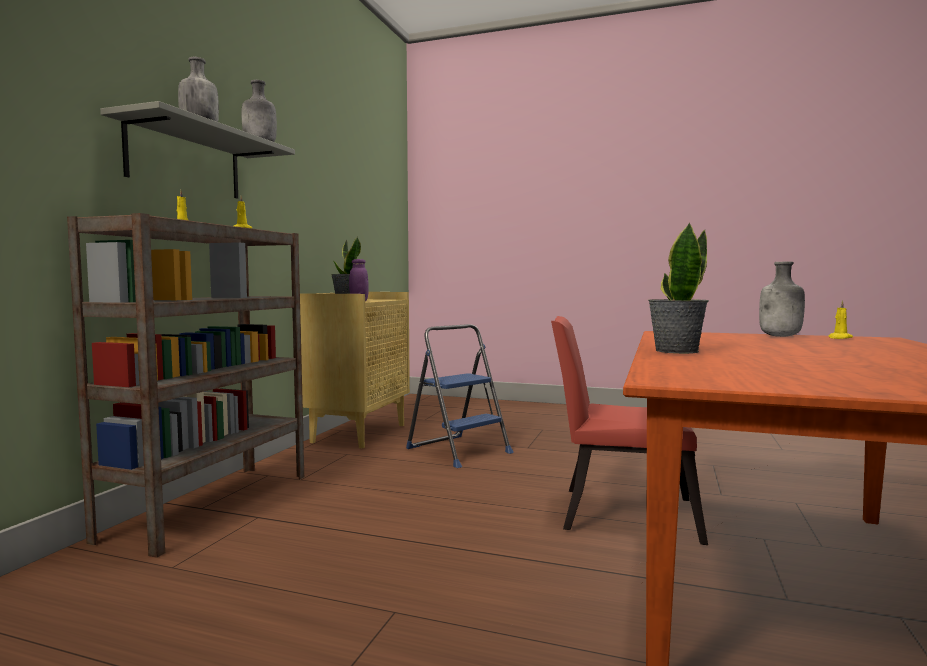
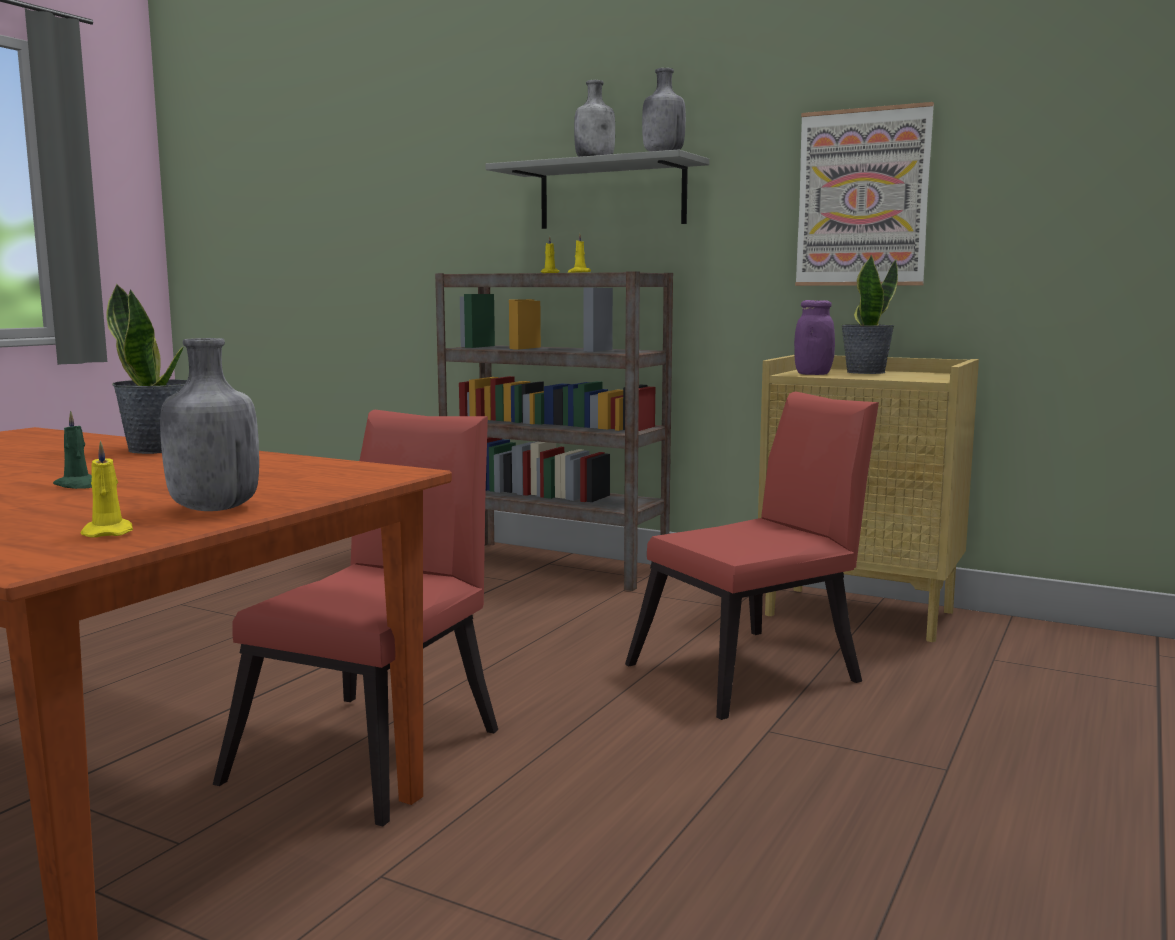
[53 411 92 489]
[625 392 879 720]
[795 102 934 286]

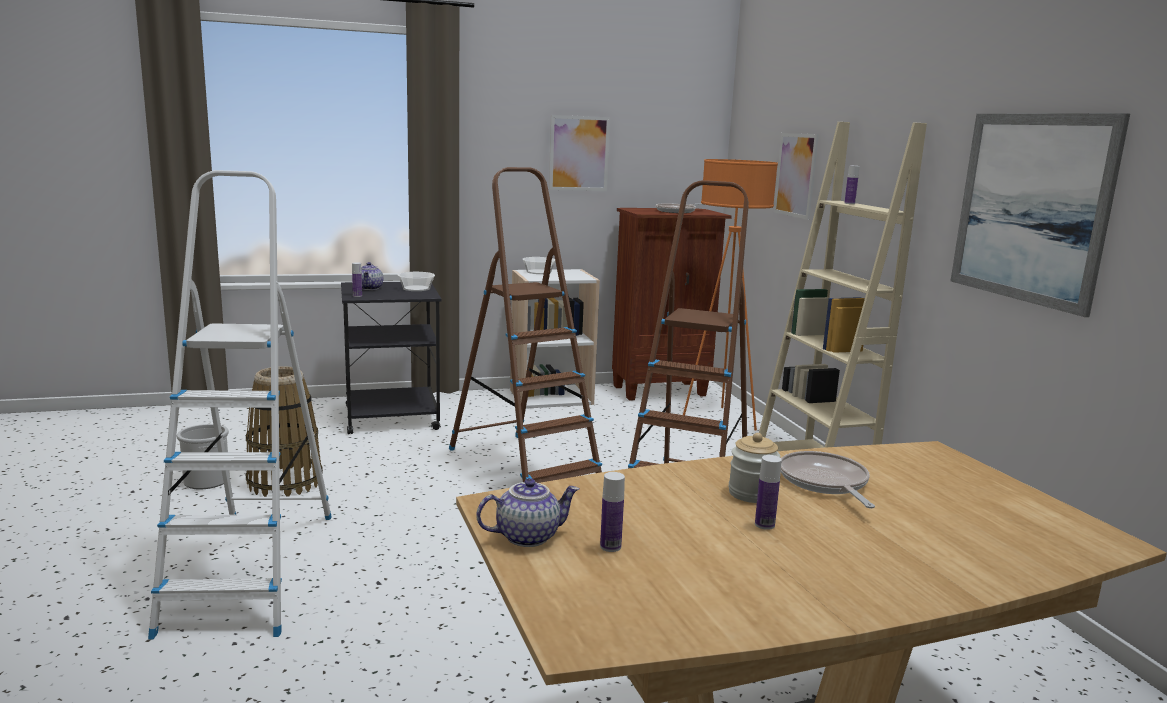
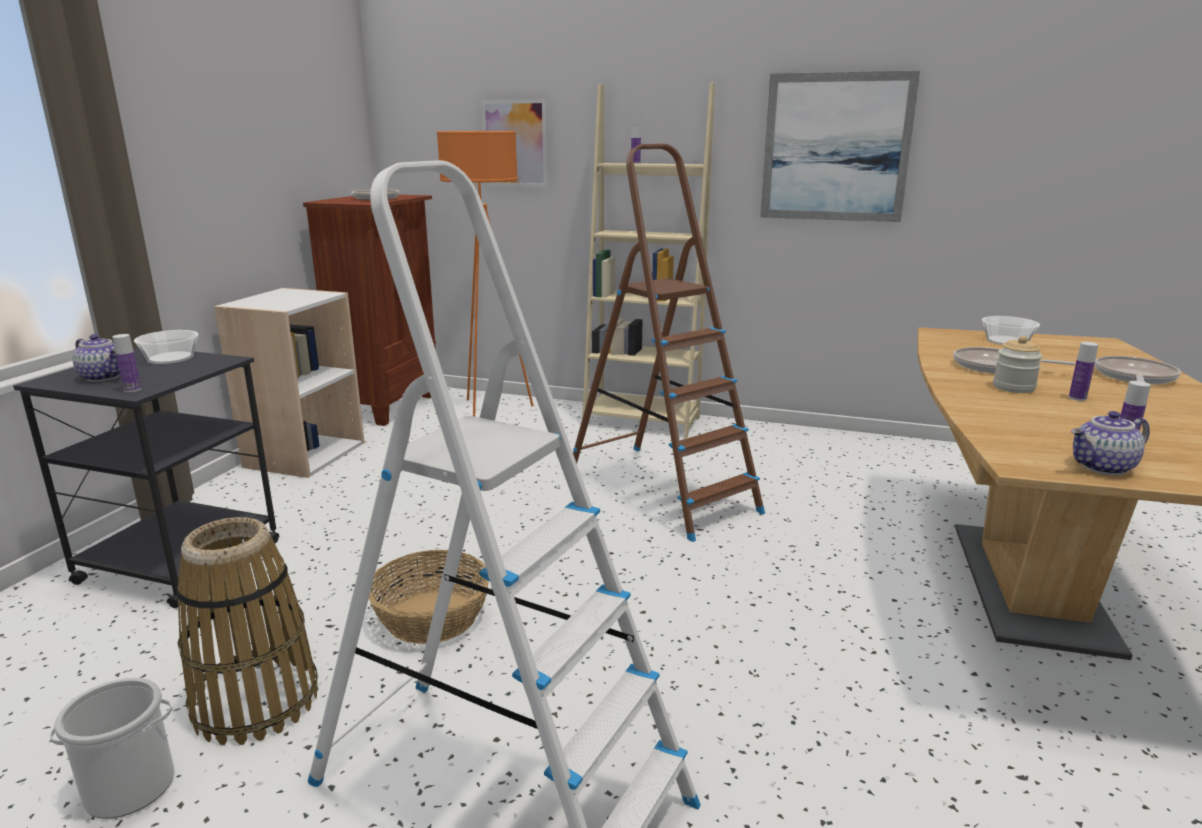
[369 550 489 644]
[982 316 1040 345]
[1071 411 1150 475]
[1095 356 1181 384]
[449 167 602 483] (first image)
[549 115 610 191] (first image)

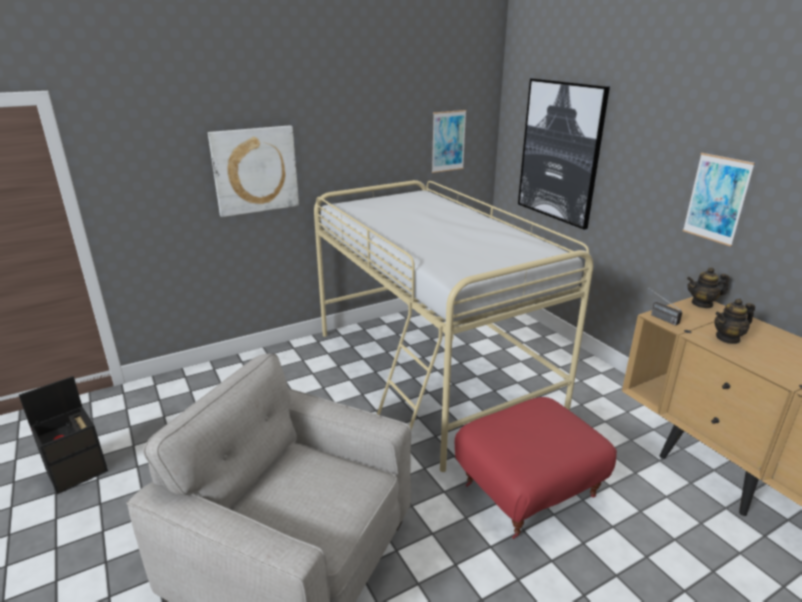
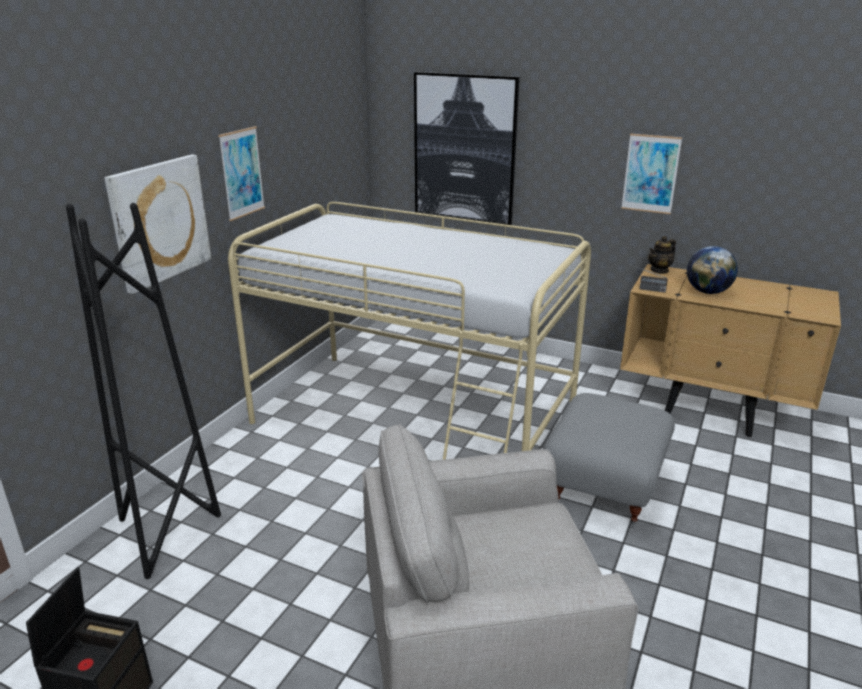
[66 203 221 579]
[218 126 265 221]
[543 393 675 528]
[687 246 738 294]

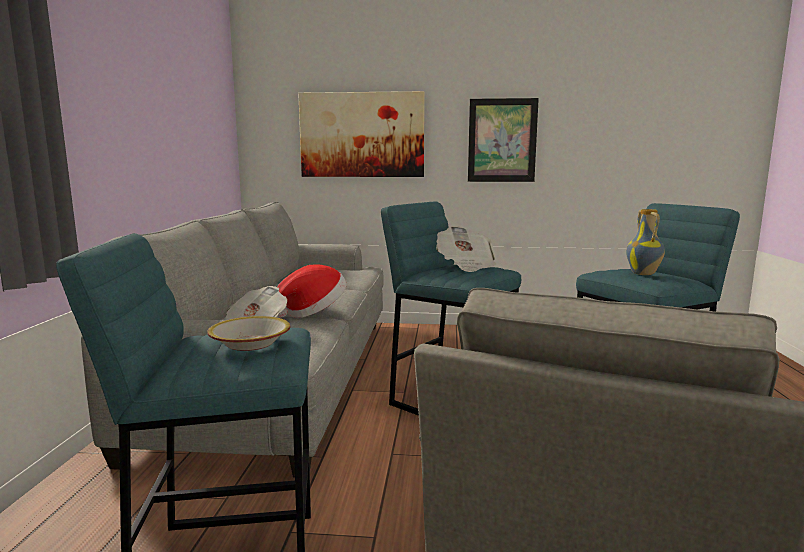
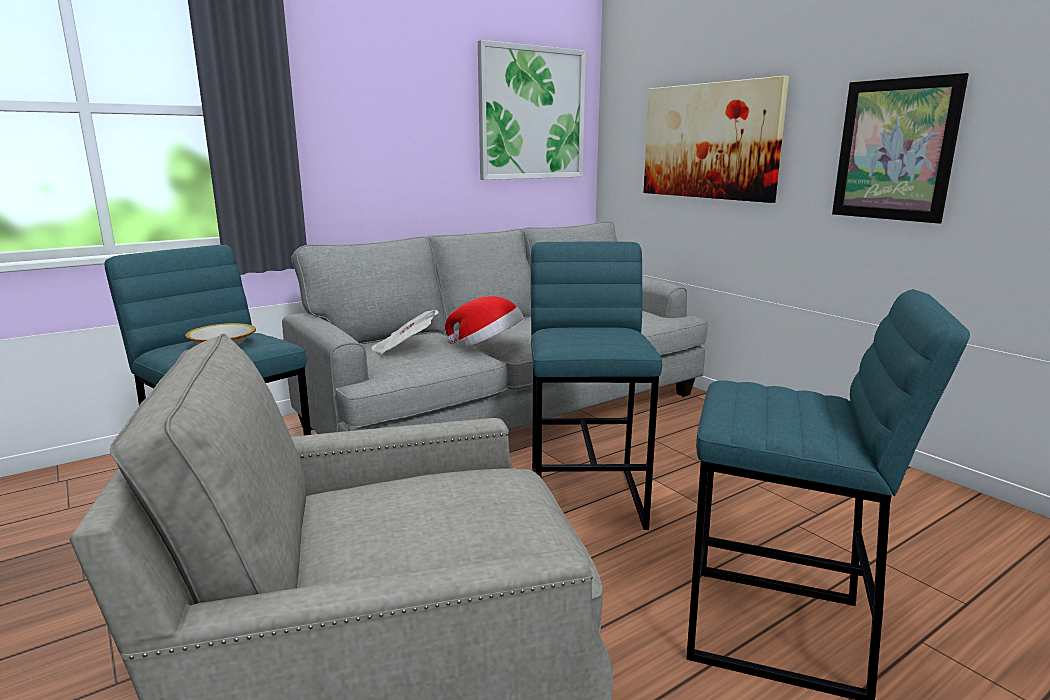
[478 40 586 180]
[436 226 496 272] (first image)
[626 209 665 275] (first image)

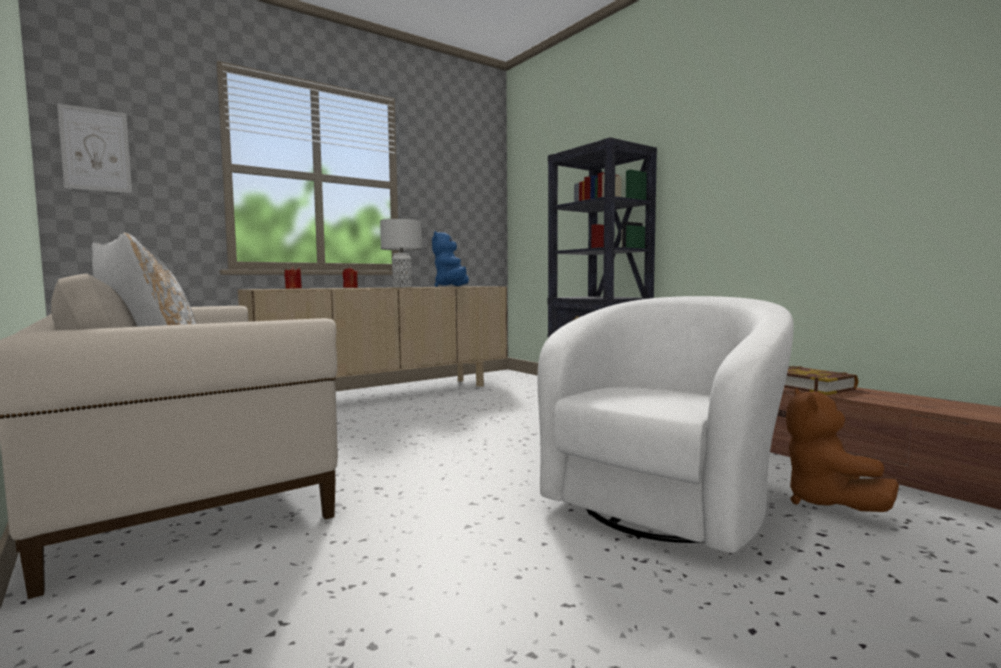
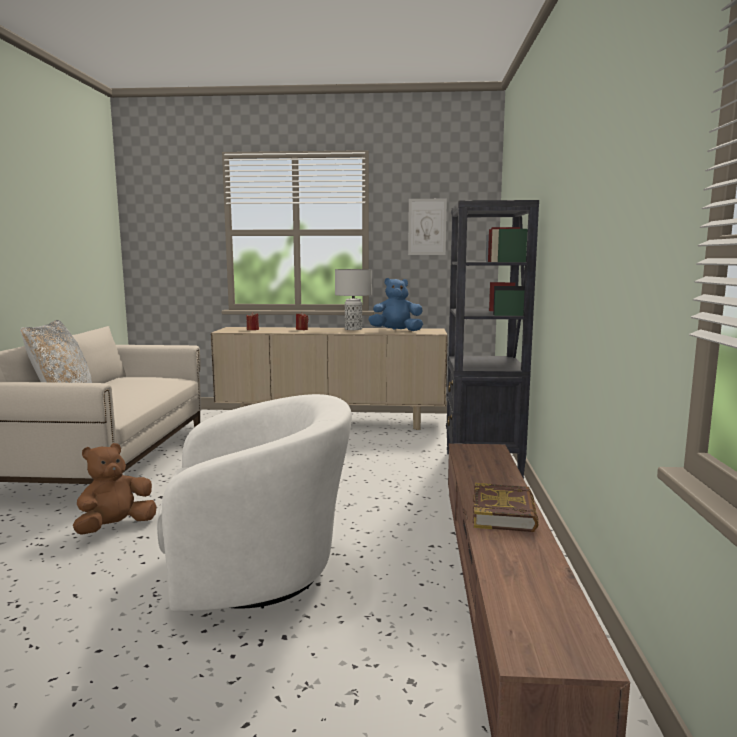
[73 443 157 535]
[368 278 423 331]
[408 199 447 255]

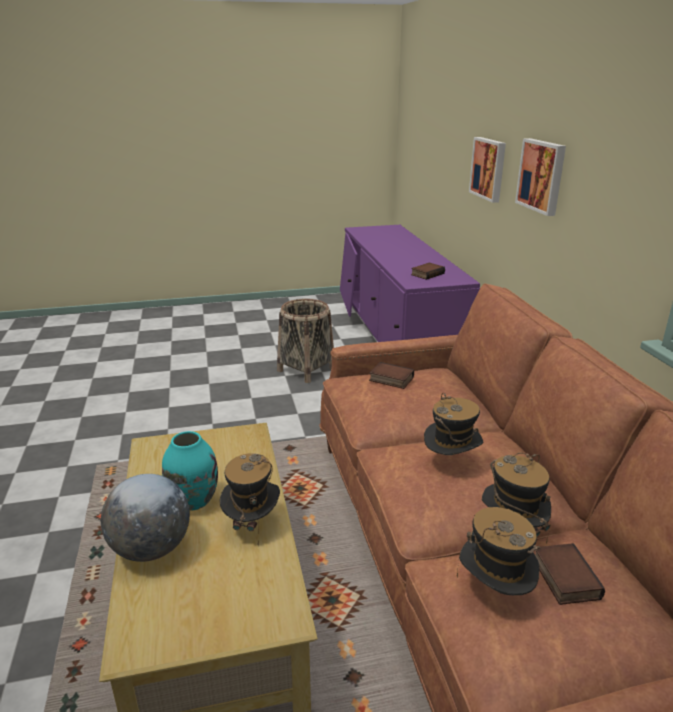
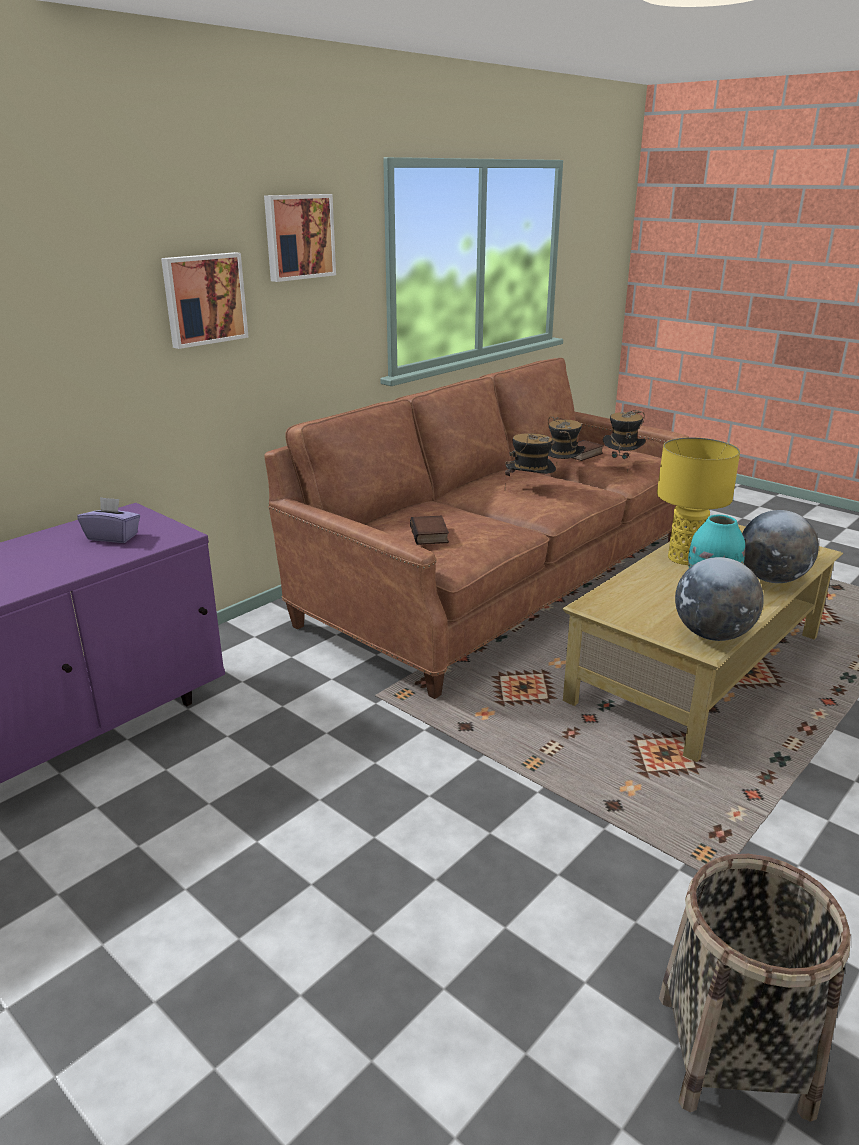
[77 497 140 543]
[264 194 336 282]
[657 437 740 565]
[659 854 851 1122]
[675 557 764 641]

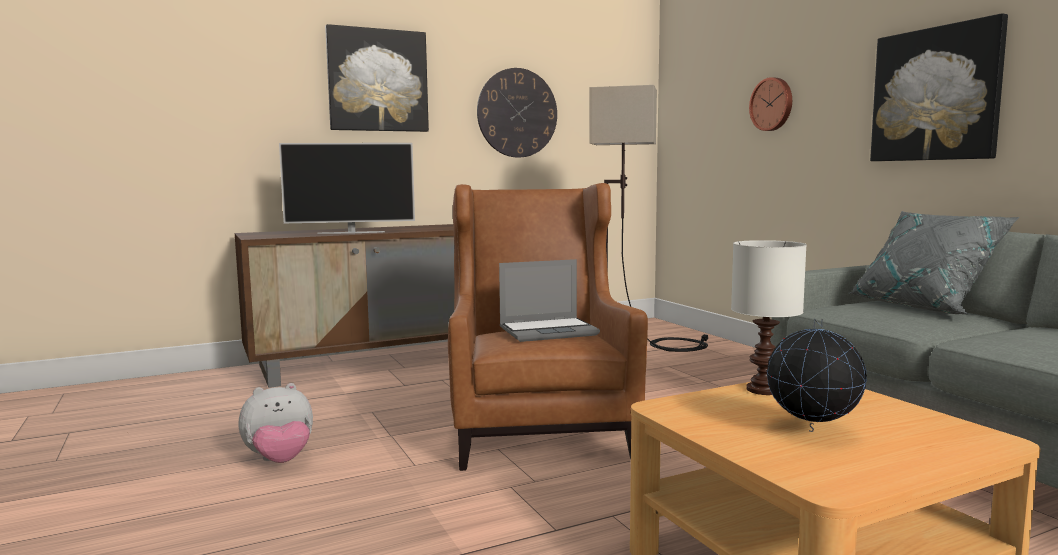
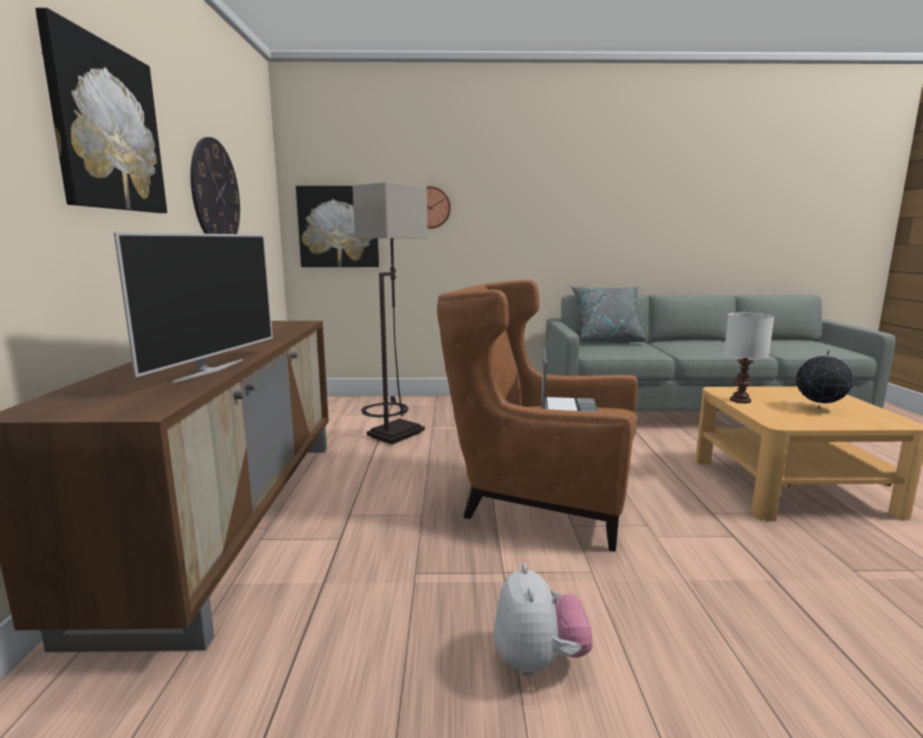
[296 186 379 267]

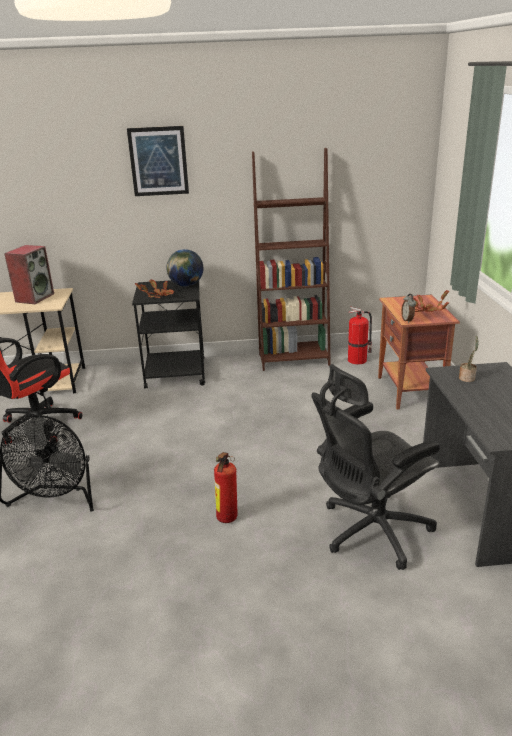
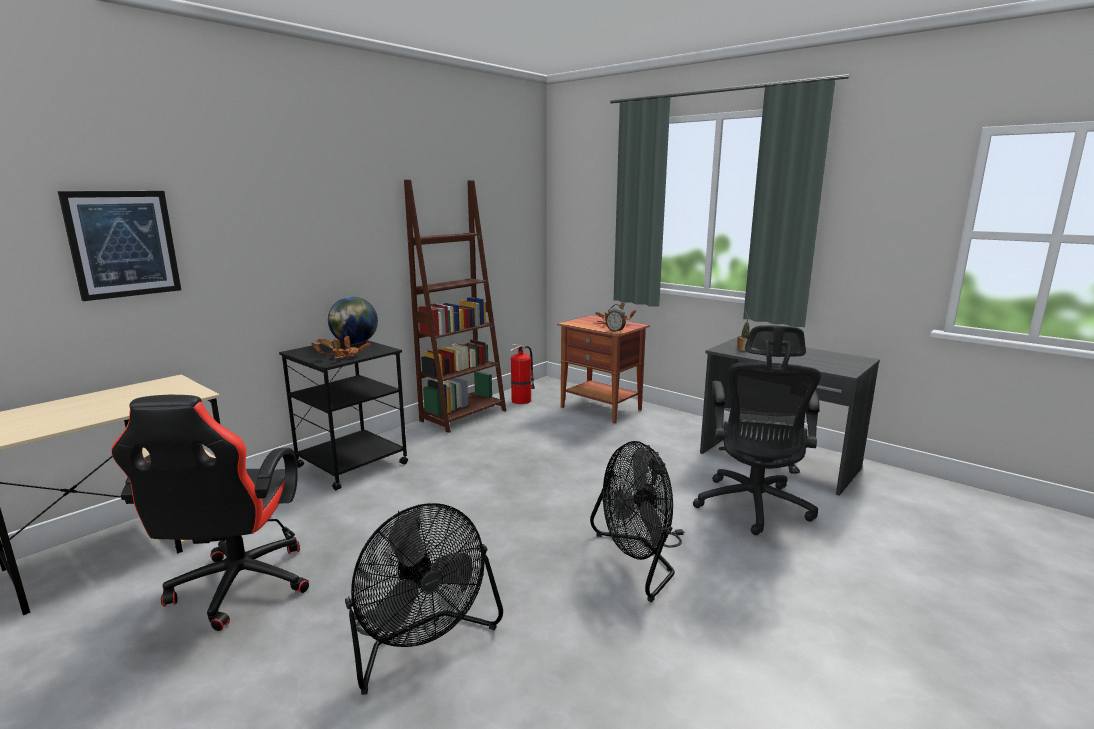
[58 191 181 301]
[590 441 685 602]
[4 245 54 304] (first image)

